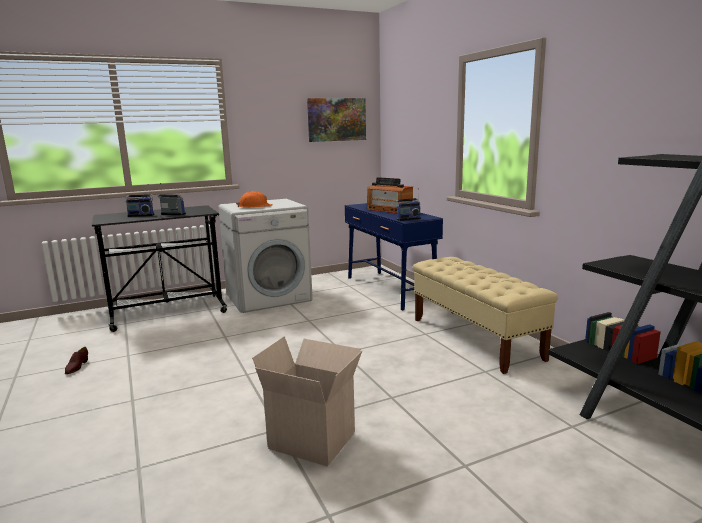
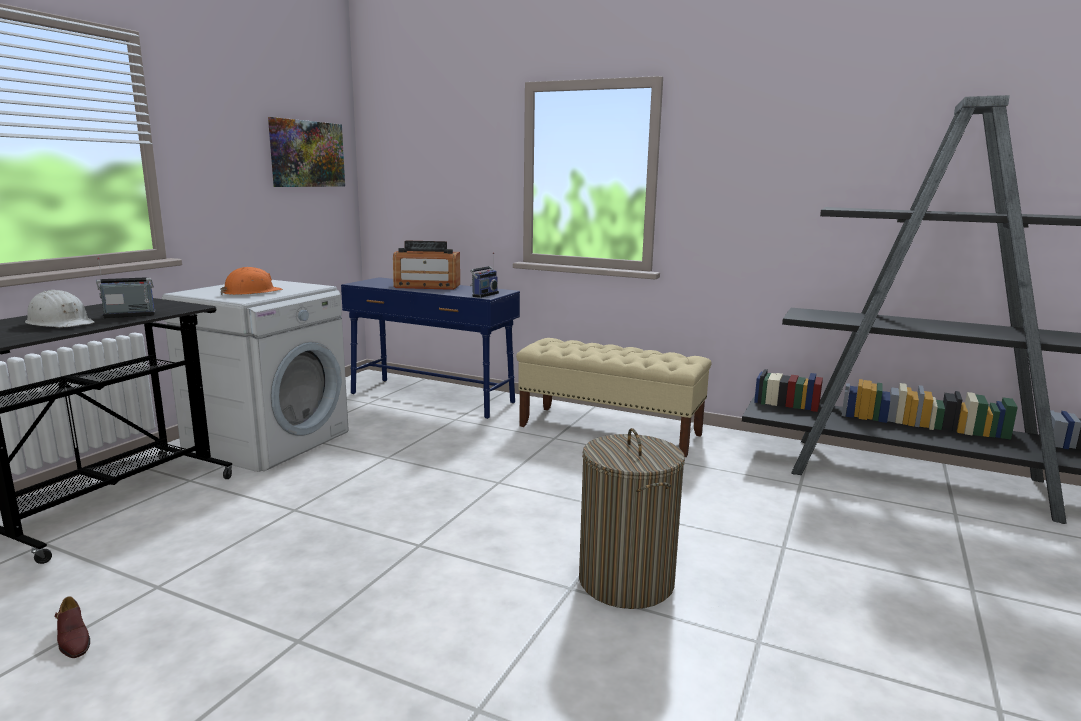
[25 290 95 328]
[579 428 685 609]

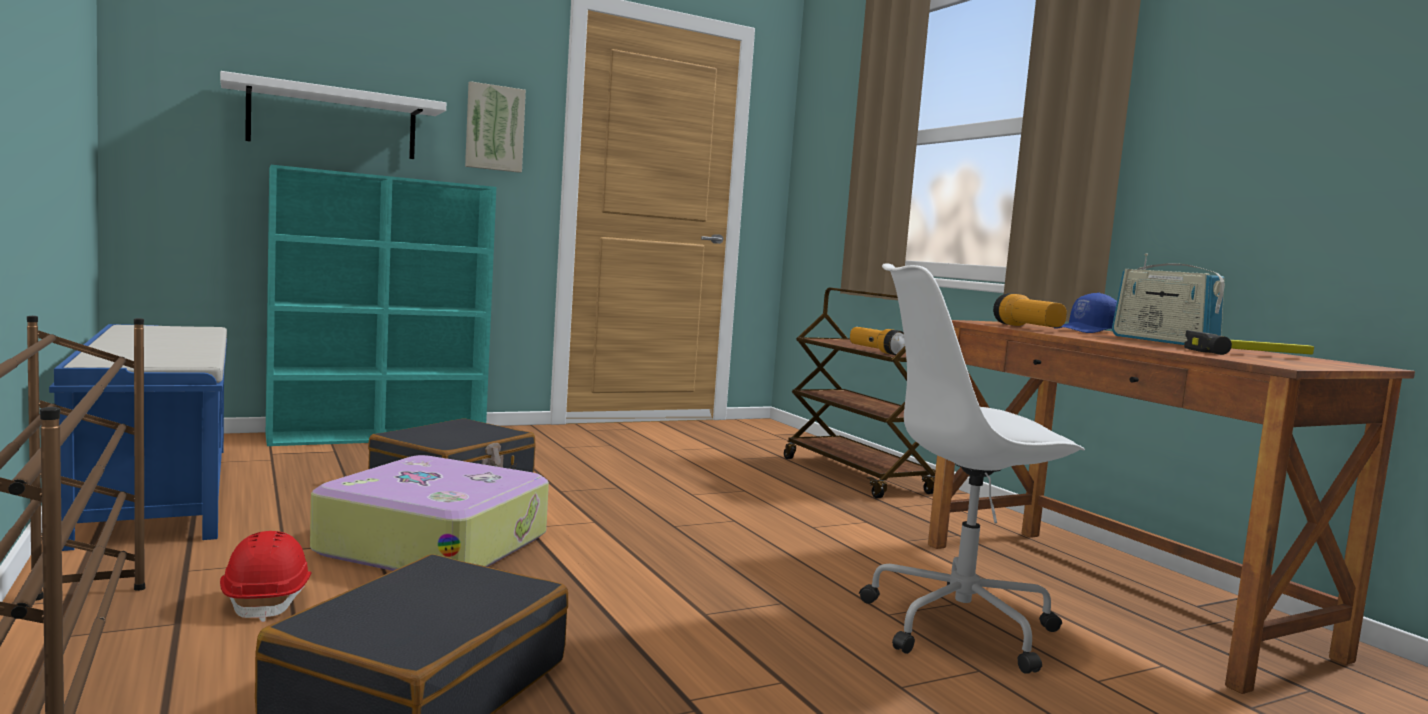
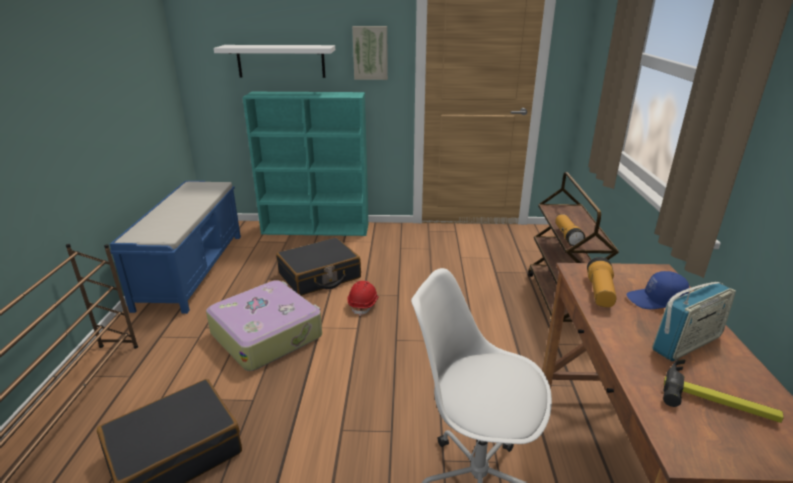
[347 281 379 316]
[652 282 736 361]

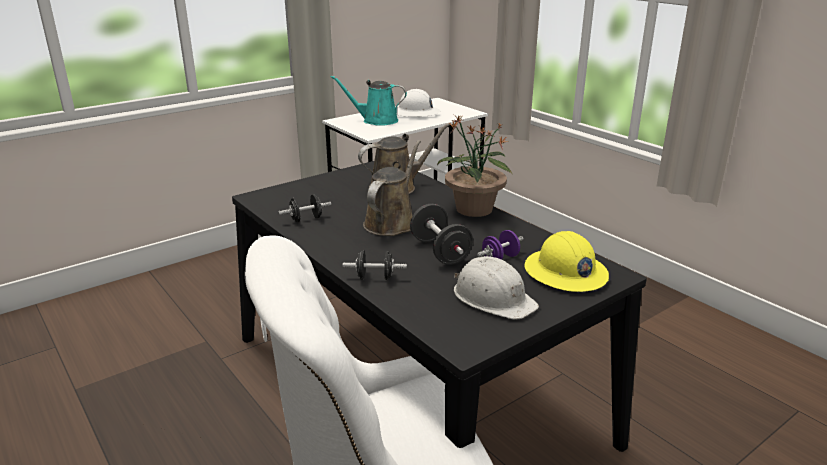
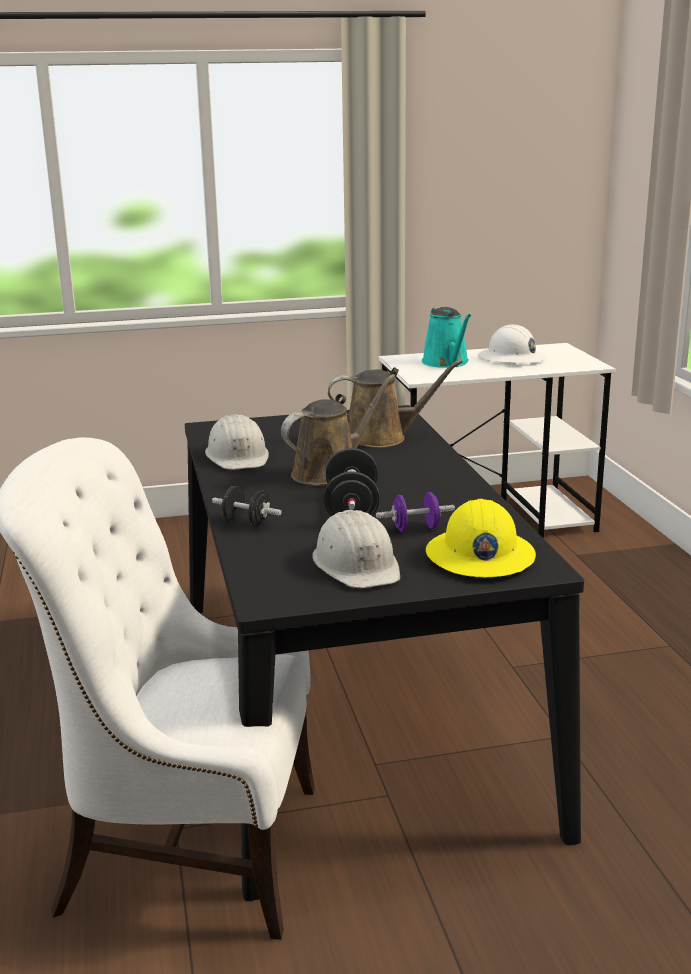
[205 414 269 470]
[422 307 471 368]
[437 115 512 217] (first image)

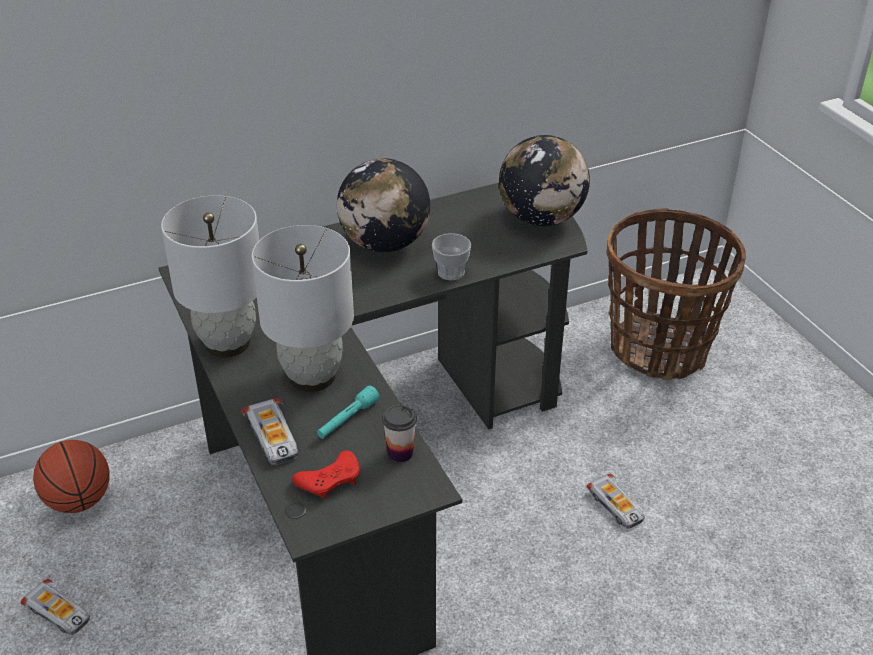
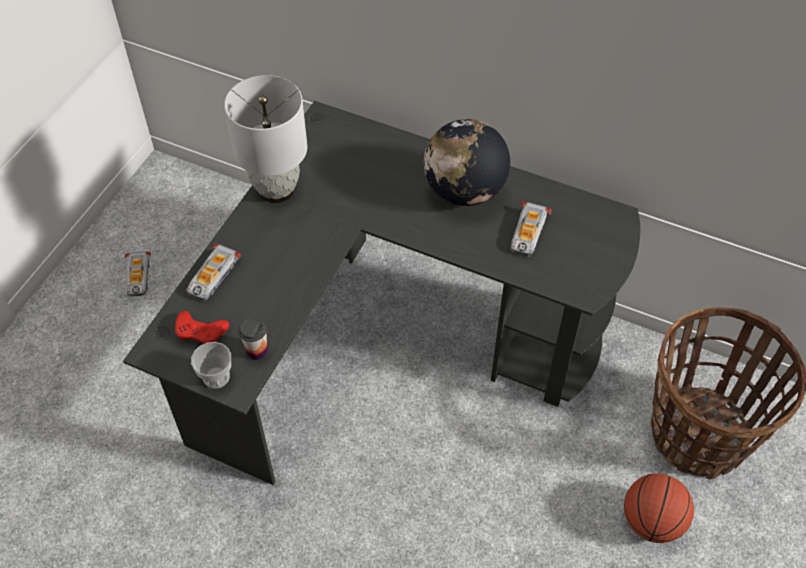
[191 342 231 389]
[511 202 552 256]
[624 473 694 543]
[252 225 354 392] (first image)
[317 386 380 439] (first image)
[499 135 590 226] (first image)

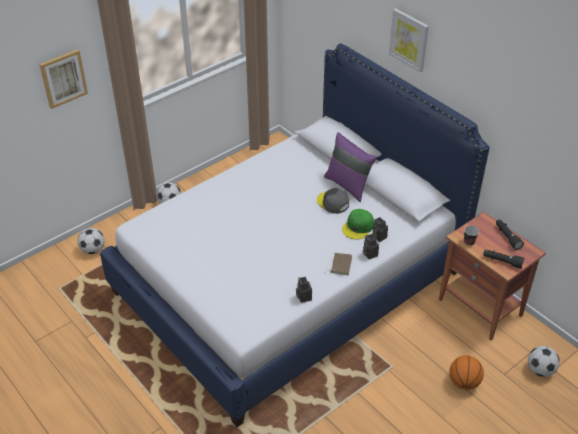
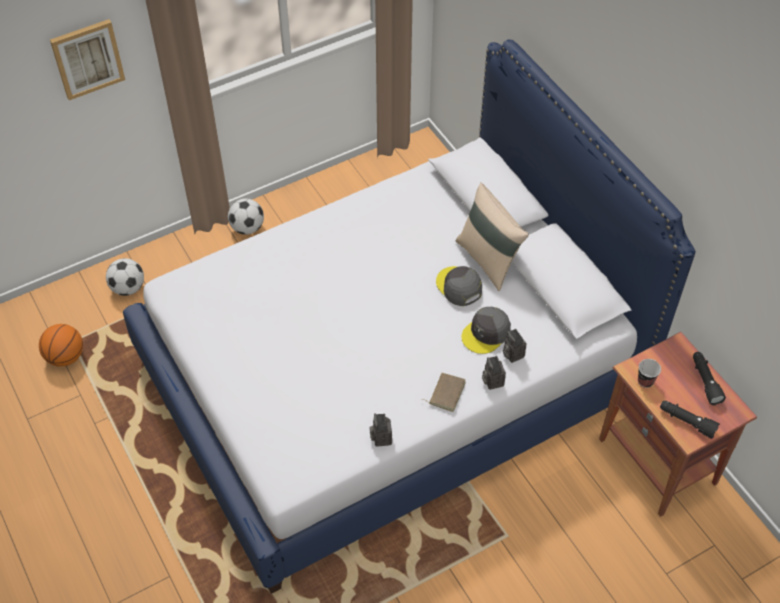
[39 324 83 367]
[456 183 529 291]
[461 307 511 354]
[389 8 429 72] (first image)
[528 346 560 377] (first image)

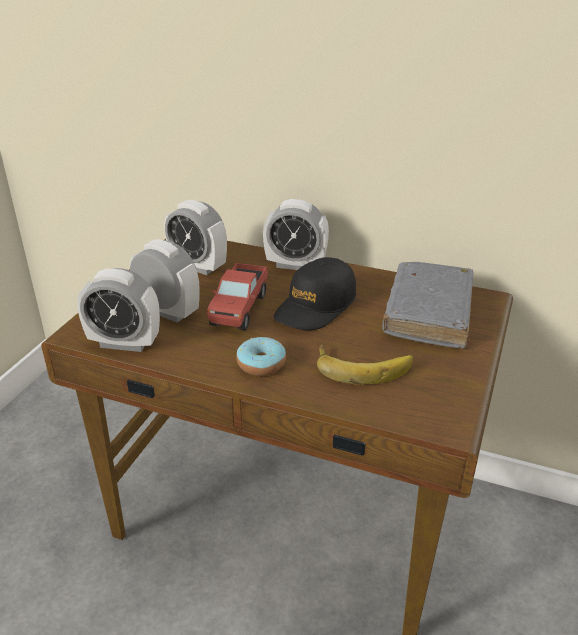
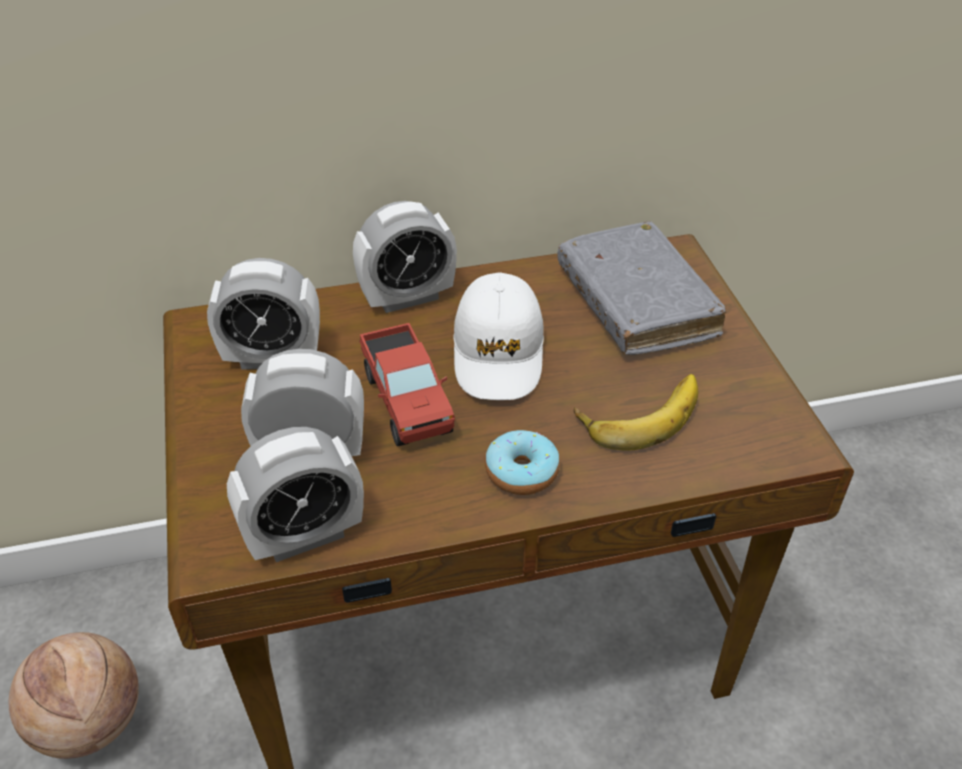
[9 632 139 759]
[453 272 544 400]

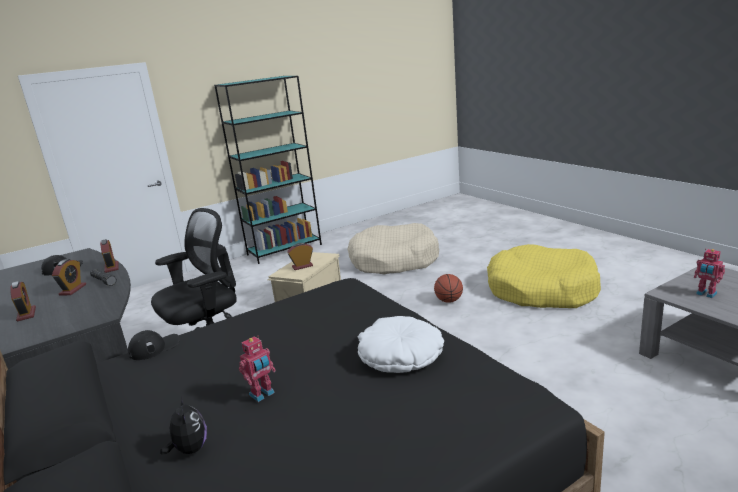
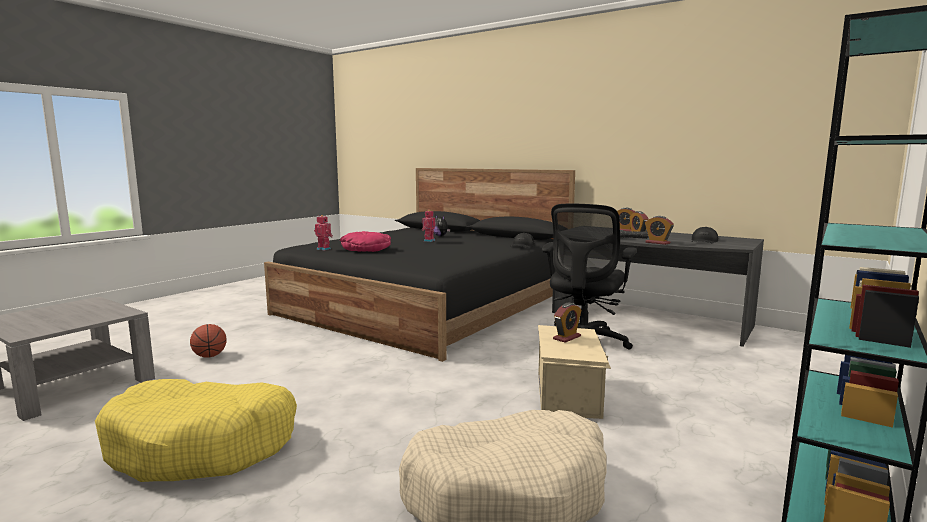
[190 324 227 358]
[314 215 333 250]
[340 231 391 252]

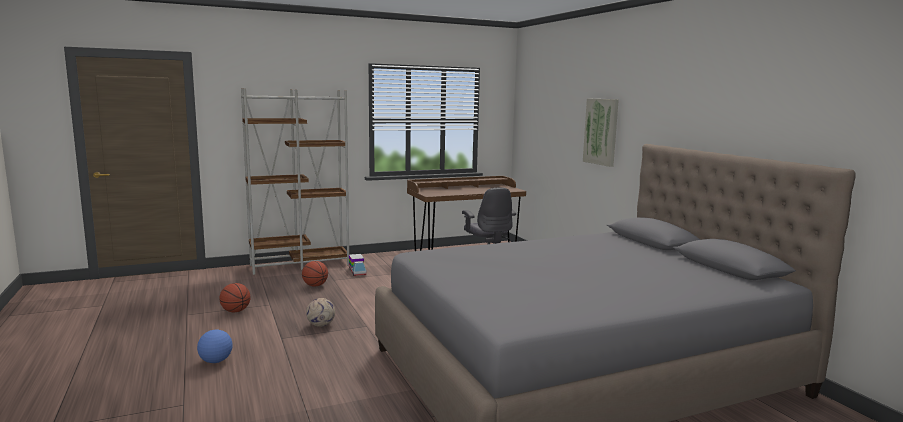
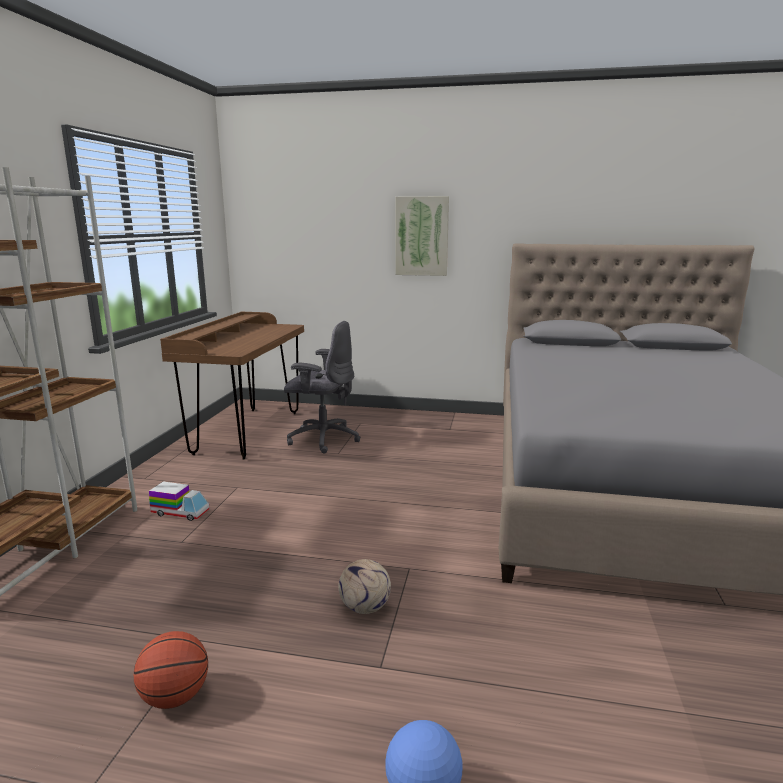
[302 261 328 287] (first image)

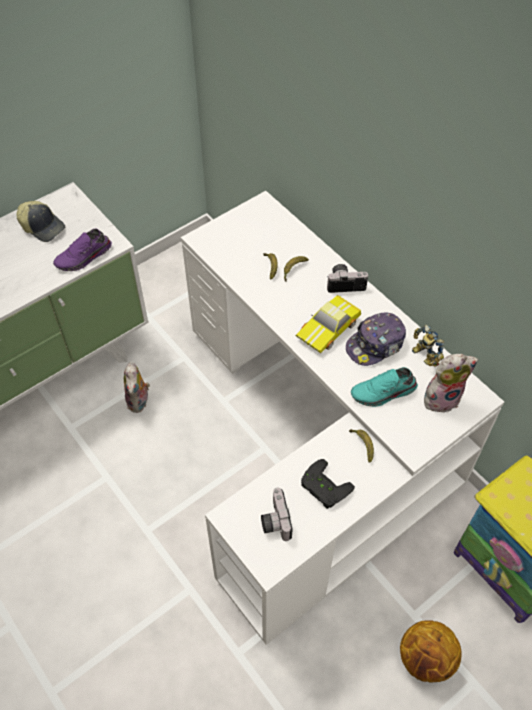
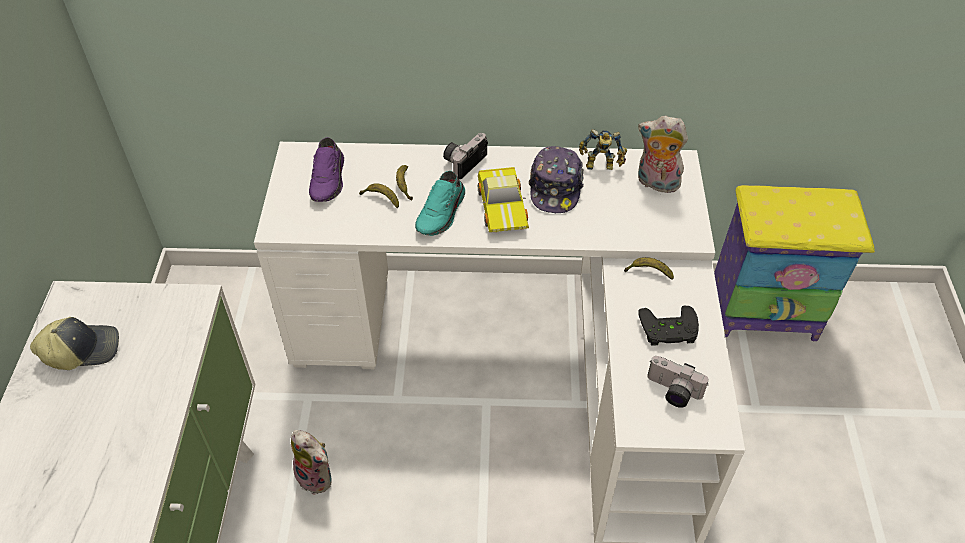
[309 137 344 202]
[415 171 465 236]
[638 116 688 193]
[400 620 461 682] (first image)

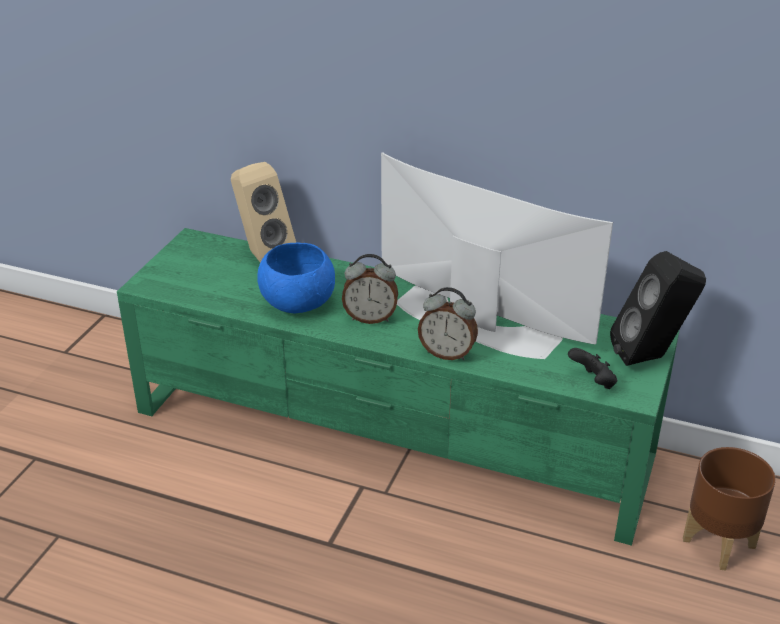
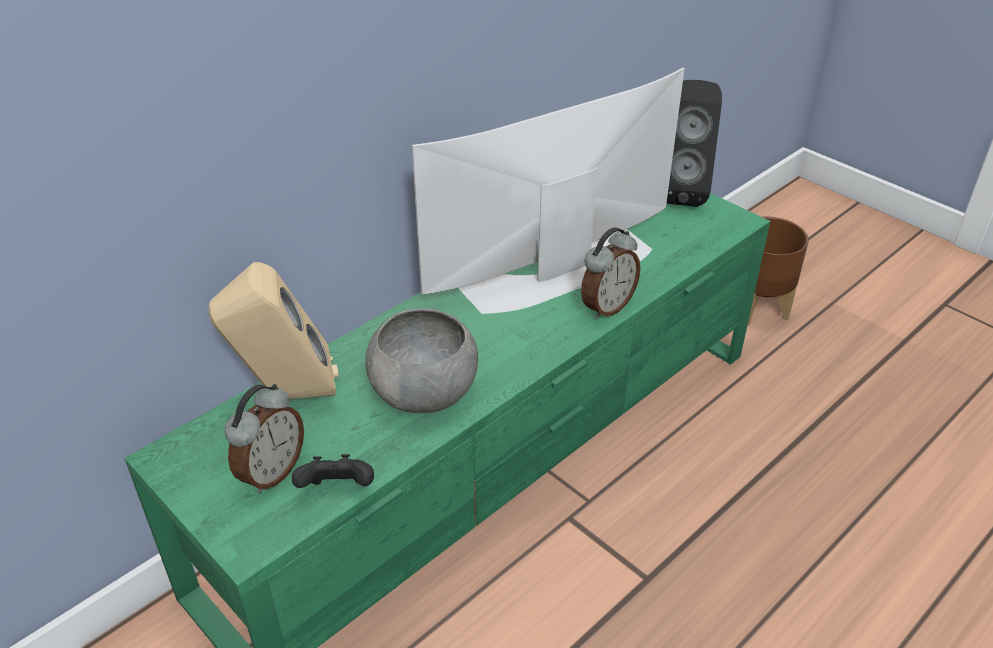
[225 384 304 493]
[292 454 374 488]
[365 309 478 413]

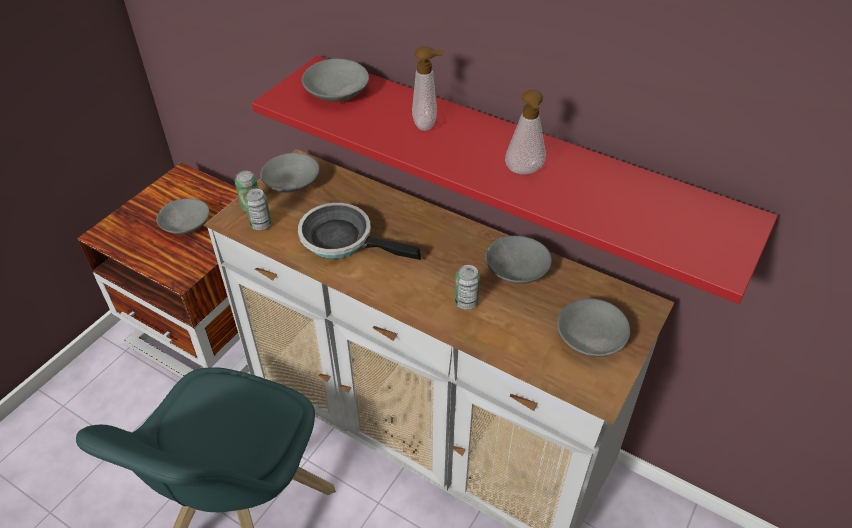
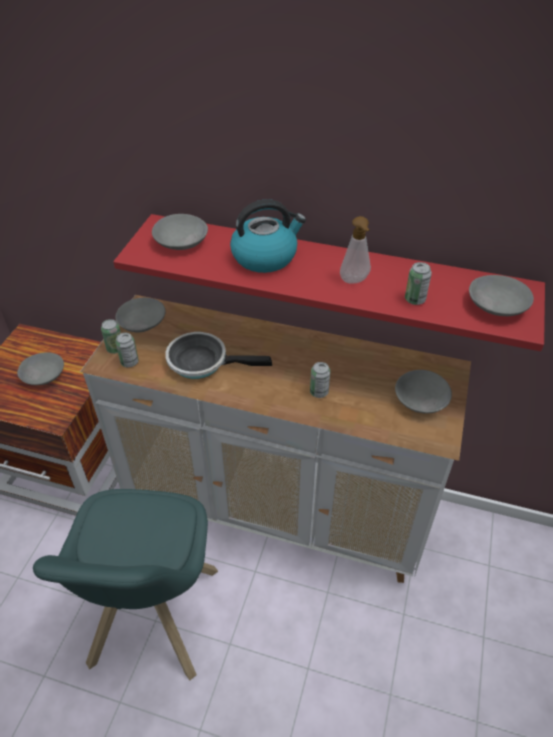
[230 199 306 273]
[405 262 432 305]
[469 275 534 316]

